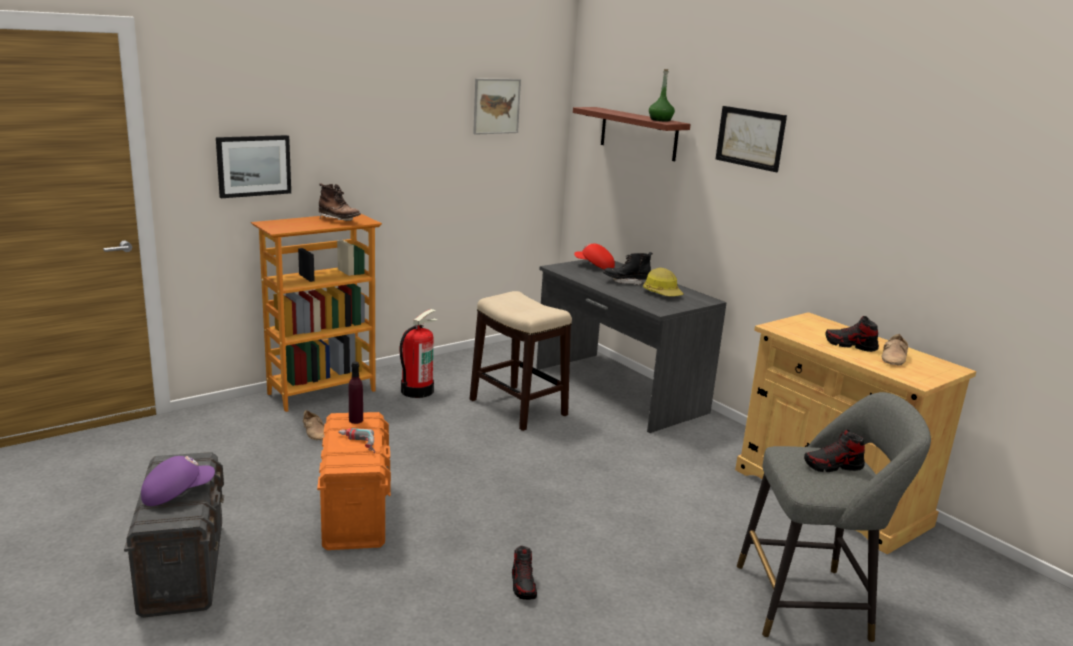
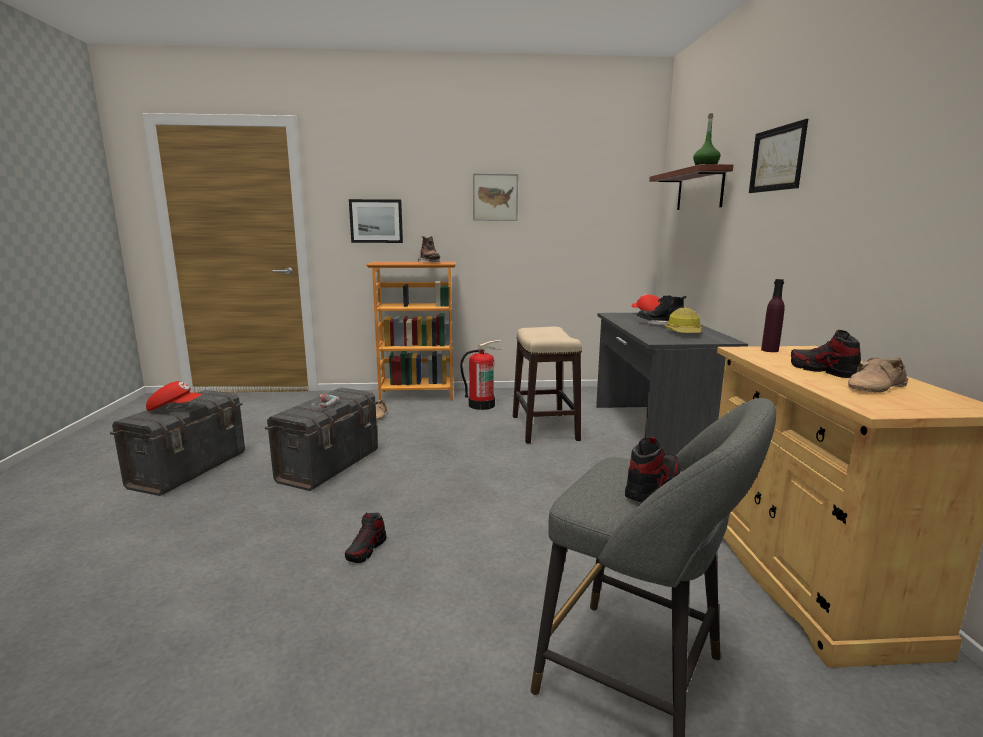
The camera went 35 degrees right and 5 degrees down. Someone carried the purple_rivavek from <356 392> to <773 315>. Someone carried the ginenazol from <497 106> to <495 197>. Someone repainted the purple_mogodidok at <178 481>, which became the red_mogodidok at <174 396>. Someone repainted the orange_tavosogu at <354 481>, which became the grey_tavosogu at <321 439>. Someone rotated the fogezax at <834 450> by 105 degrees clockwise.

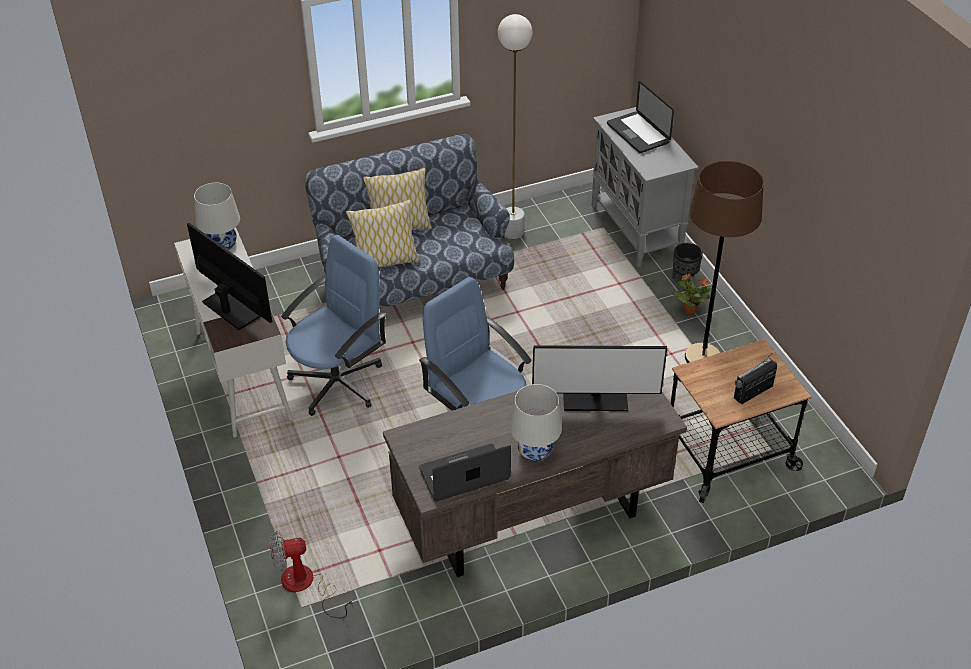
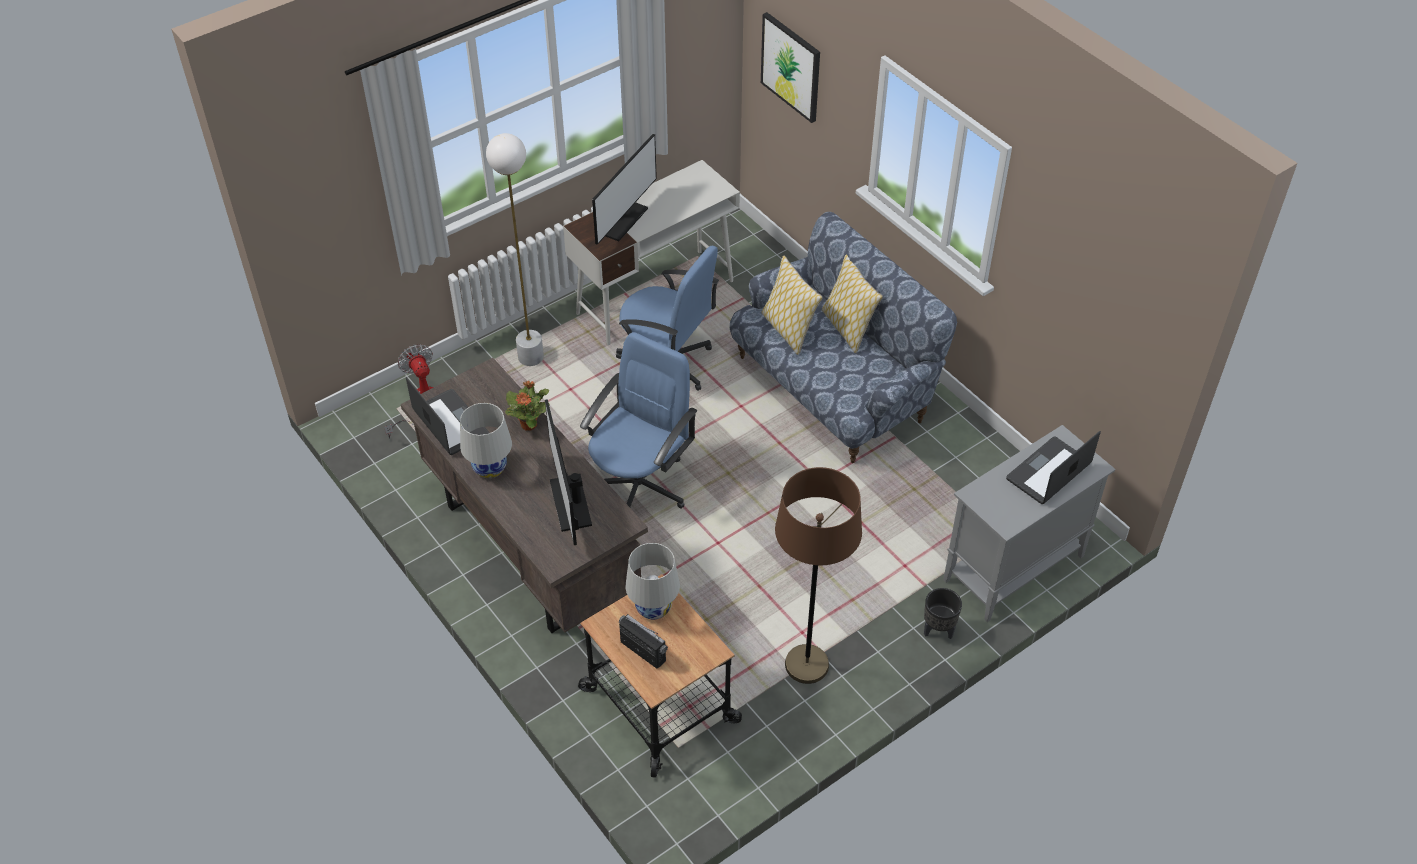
The camera went 75 degrees right and 5 degrees up. Someone put up the ginenazol at <790 67>. Someone carried the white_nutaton from <217 216> to <653 581>. Someone carried the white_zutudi from <515 126> to <515 249>. Someone carried the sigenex from <692 294> to <527 406>.

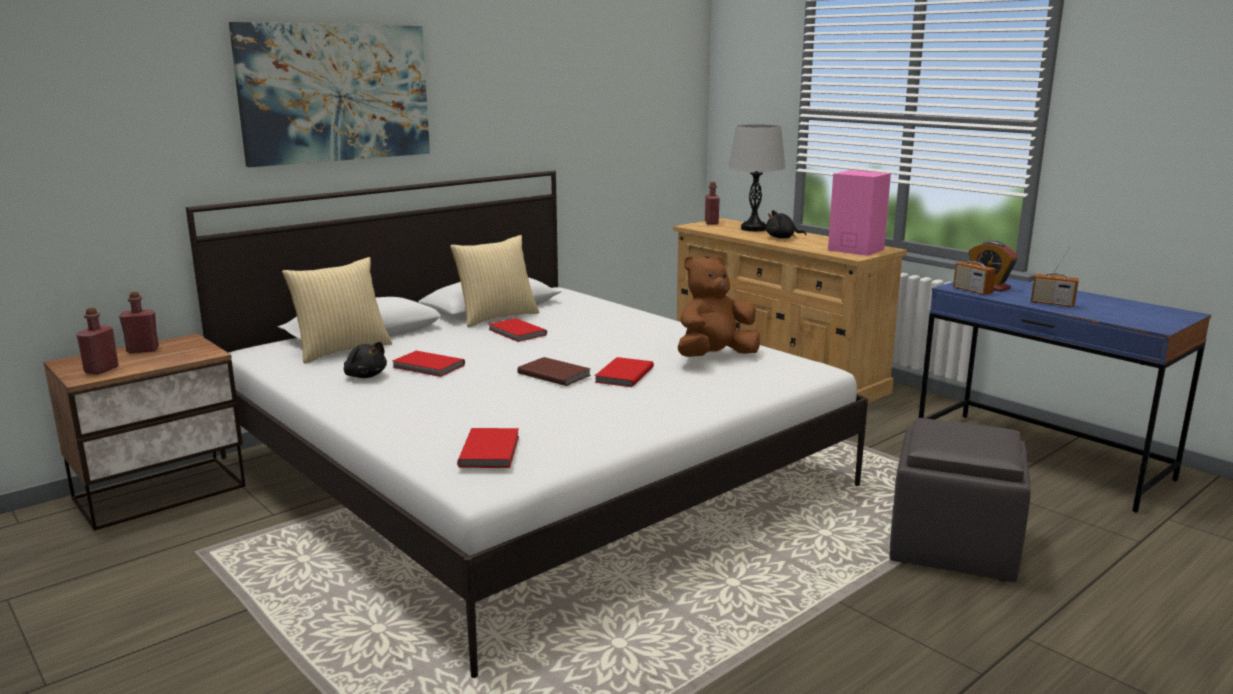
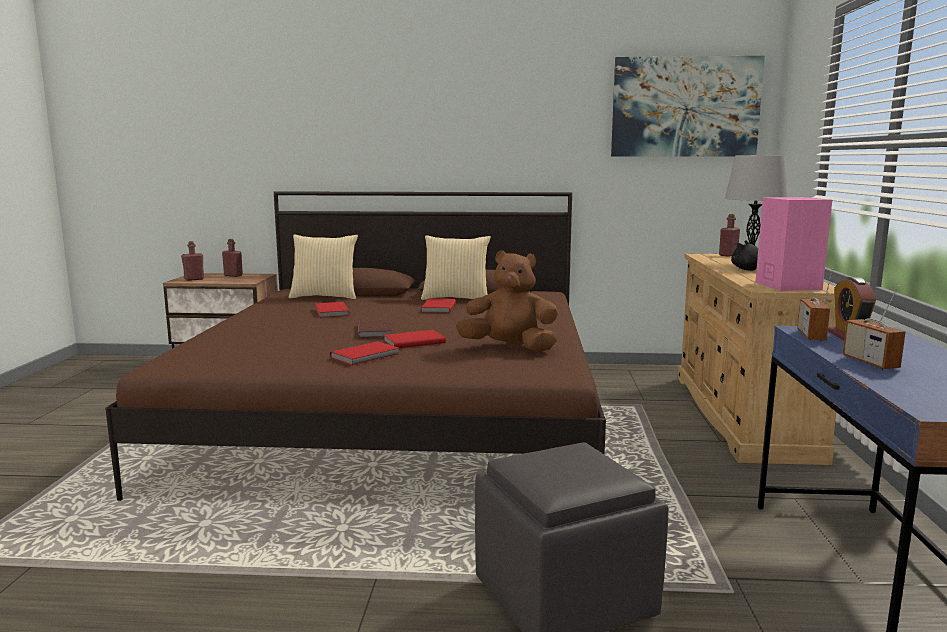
The camera went 45 degrees right and 5 degrees down. Someone took away the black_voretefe at <365 360>. Someone carried the ginenazol from <329 94> to <688 106>. Someone carried the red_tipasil from <488 448> to <364 353>. Someone repainted the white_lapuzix at <527 424>, which became the brown_lapuzix at <355 346>.

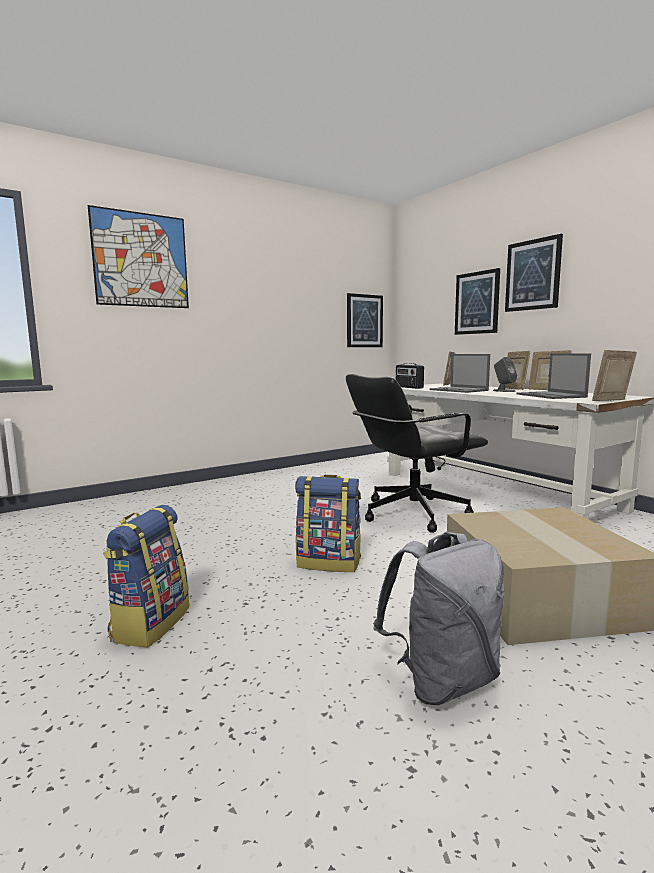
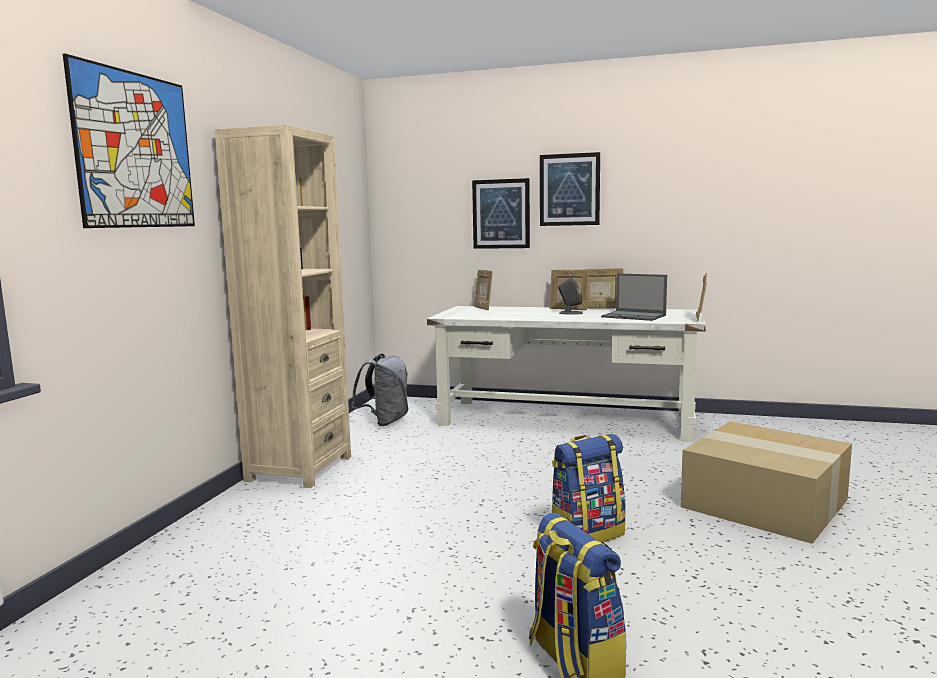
The camera went 40 degrees left and 0 degrees up. Someone took away the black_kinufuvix at <417 453>. Someone took away the ginenazol at <365 320>. Someone took away the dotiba at <410 376>. Someone took away the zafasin at <460 373>. Someone put down the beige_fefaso at <283 306>. Someone carried the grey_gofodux from <438 618> to <379 390>.

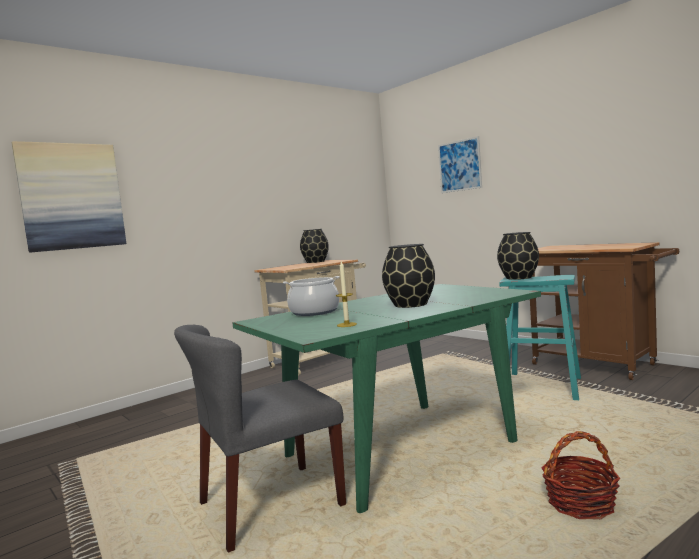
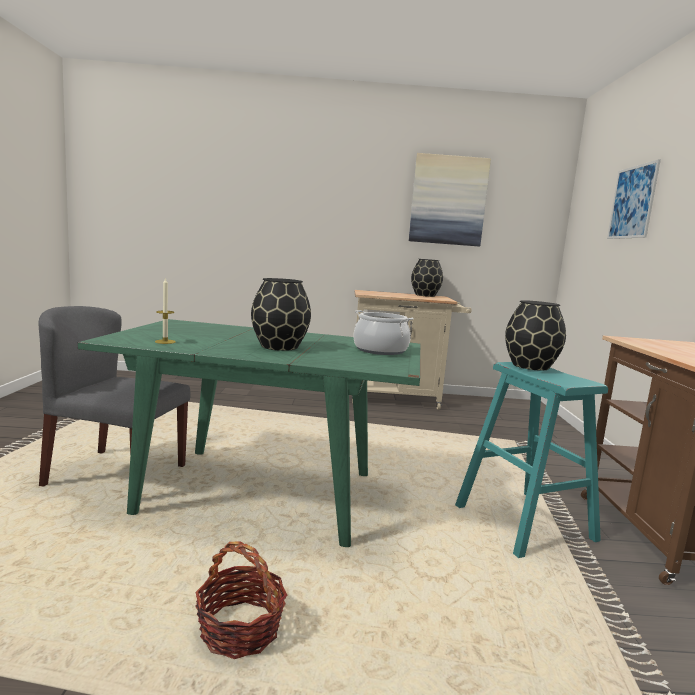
The camera went 40 degrees right and 5 degrees up. Someone carried the ginenazol from <69 197> to <450 199>. Someone carried the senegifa from <311 296> to <383 332>.

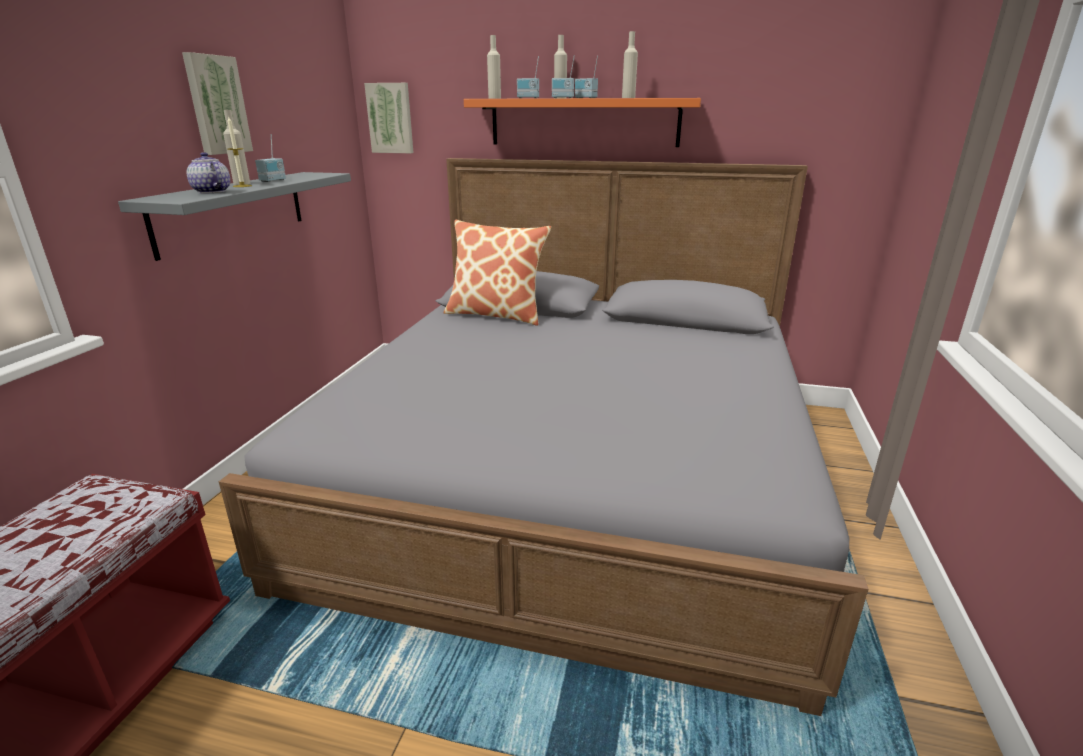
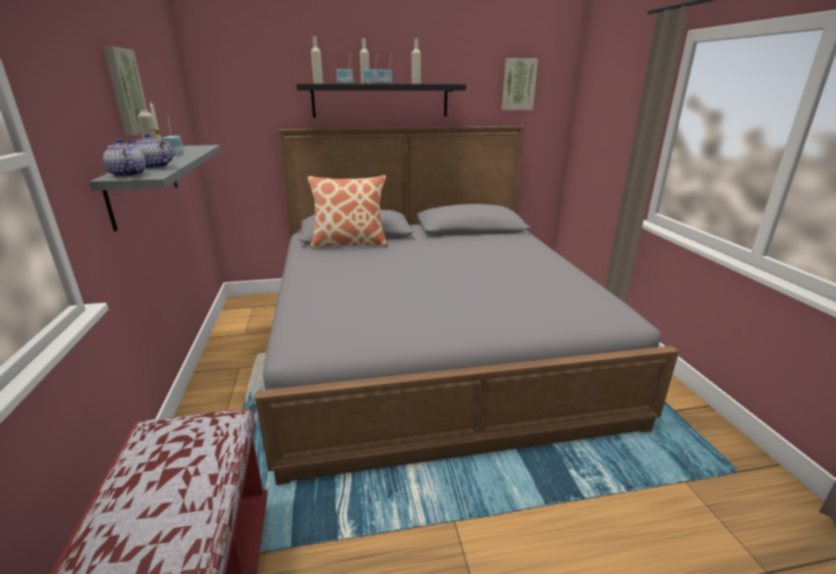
The camera went 25 degrees left and 0 degrees up. Someone put down the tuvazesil at <124 158>. Someone carried the ginenazol from <389 118> to <520 84>. Someone repainted the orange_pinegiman at <582 122>, which became the black_pinegiman at <381 101>.

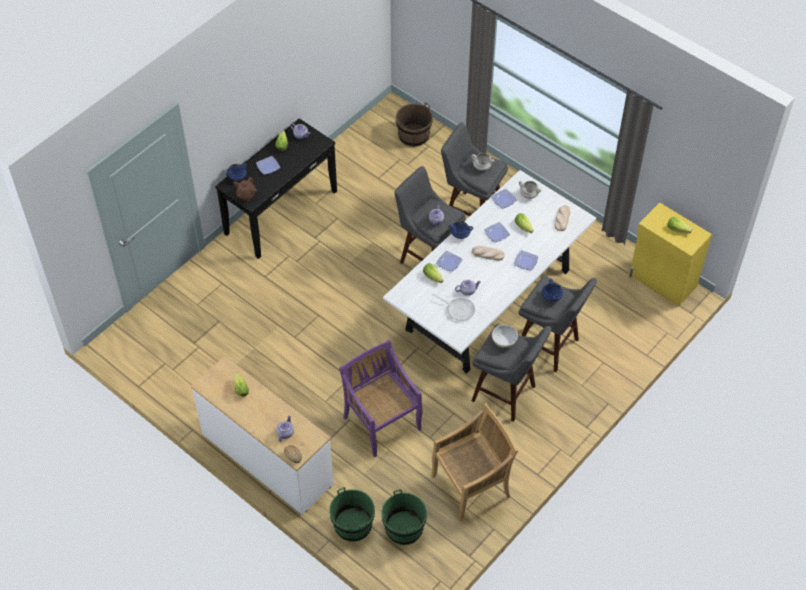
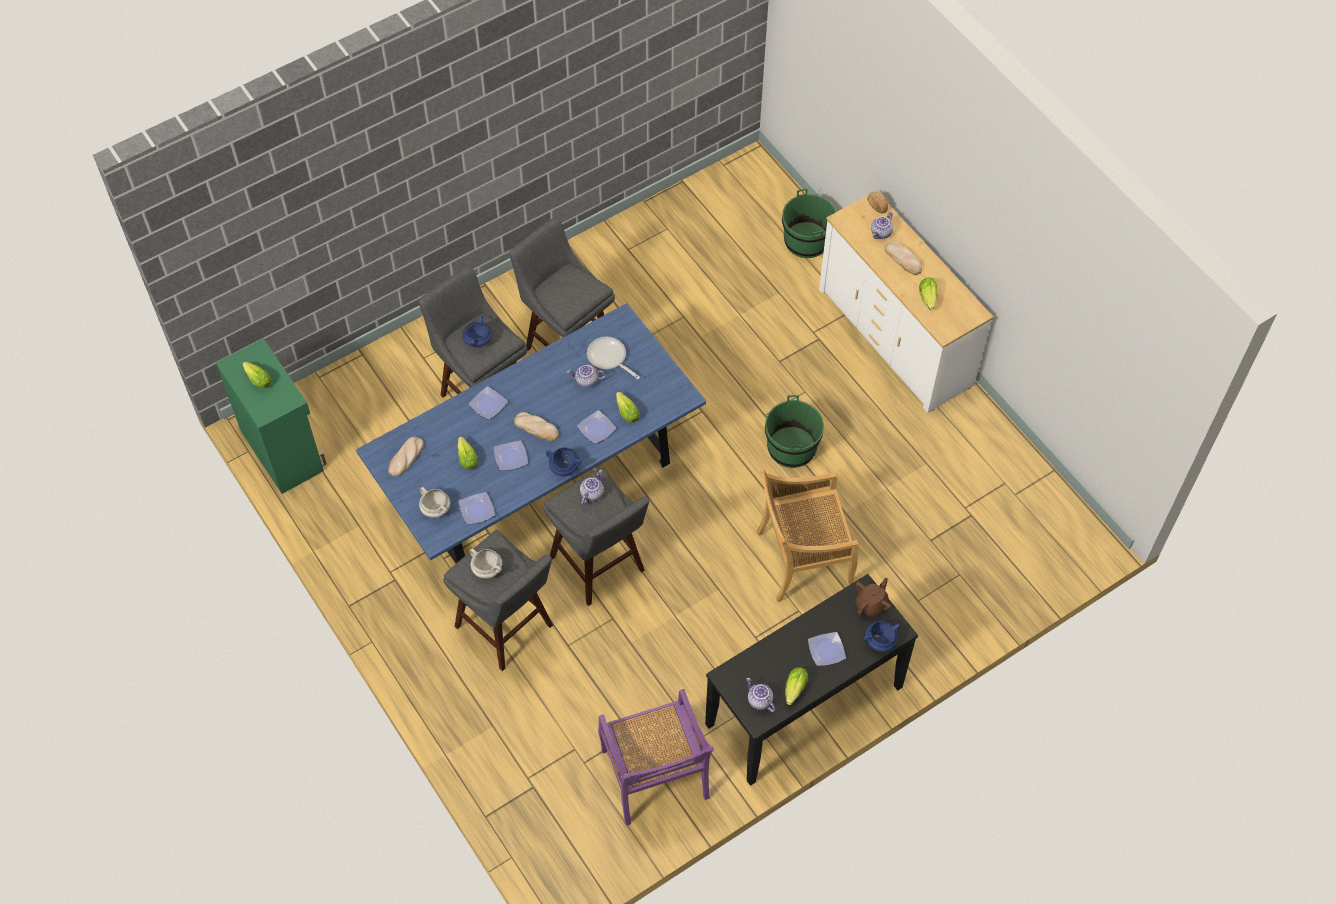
The camera went 165 degrees left and 5 degrees up. Someone took away the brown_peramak at <414 124>. Someone took away the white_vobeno at <505 336>. Someone put down the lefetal at <903 258>. Someone carried the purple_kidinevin from <381 398> to <656 757>. Someone carried the green_peramak from <404 517> to <794 431>. Someone carried the beige_kidinevin from <474 462> to <808 535>. Someone repainted the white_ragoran at <489 272>, which became the blue_ragoran at <531 433>. Someone repainted the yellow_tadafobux at <670 254>, which became the green_tadafobux at <271 416>.

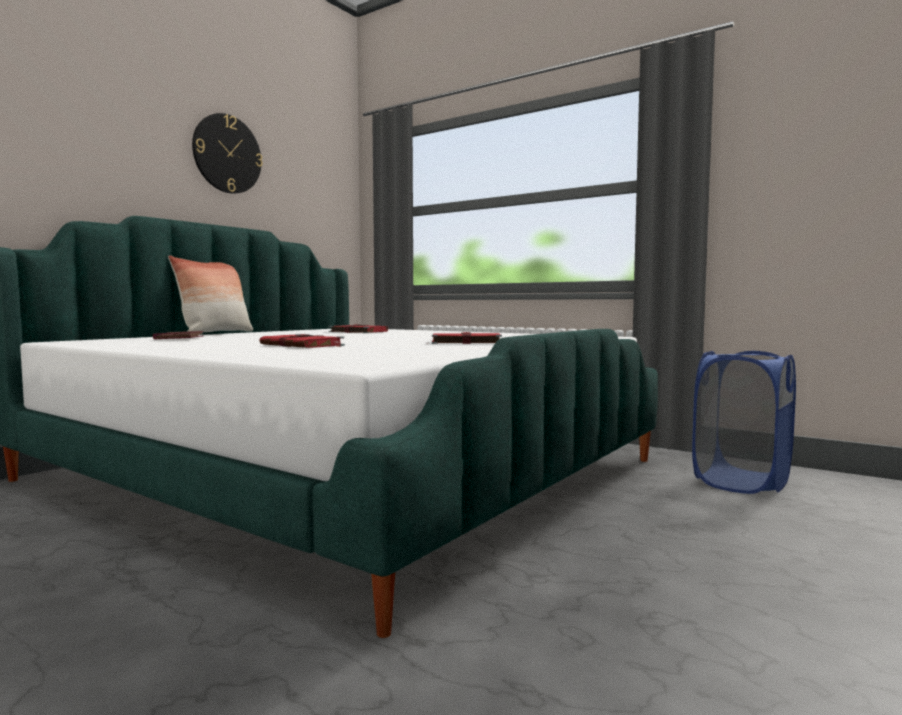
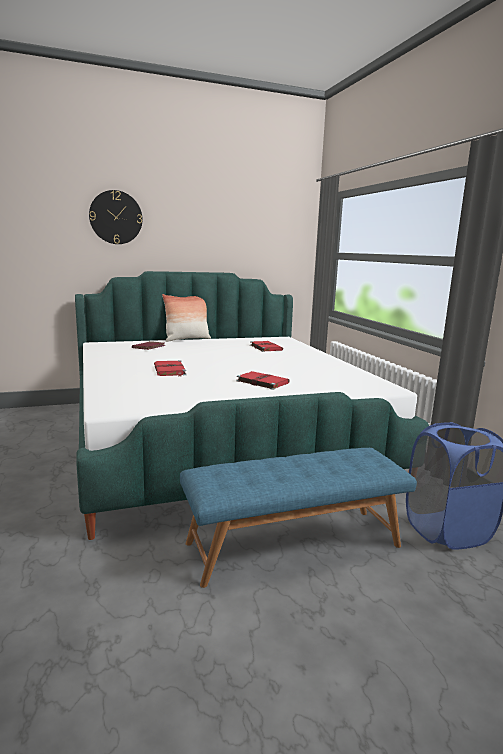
The camera went 35 degrees right and 10 degrees up. Someone put down the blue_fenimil at <298 518>. Someone carried the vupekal from <227 153> to <115 217>.

